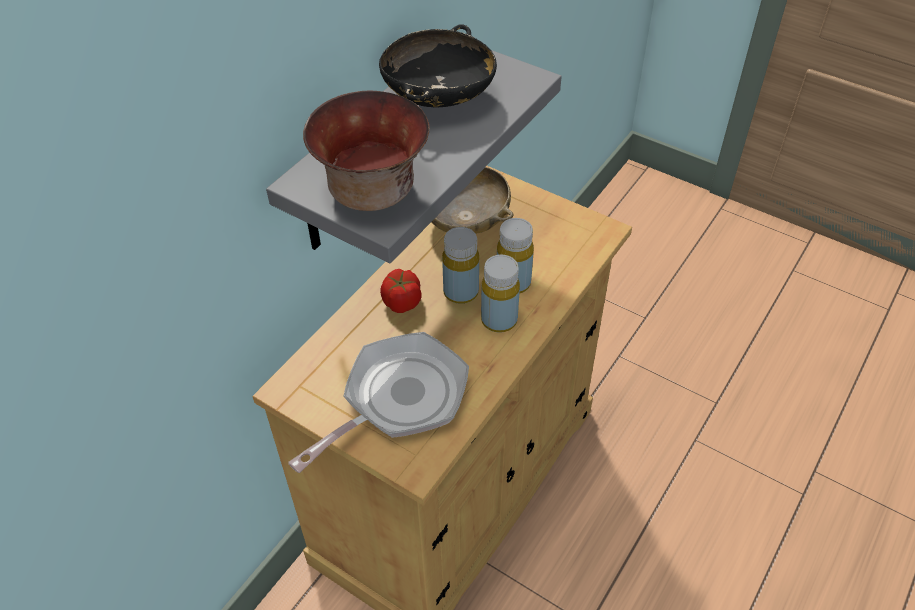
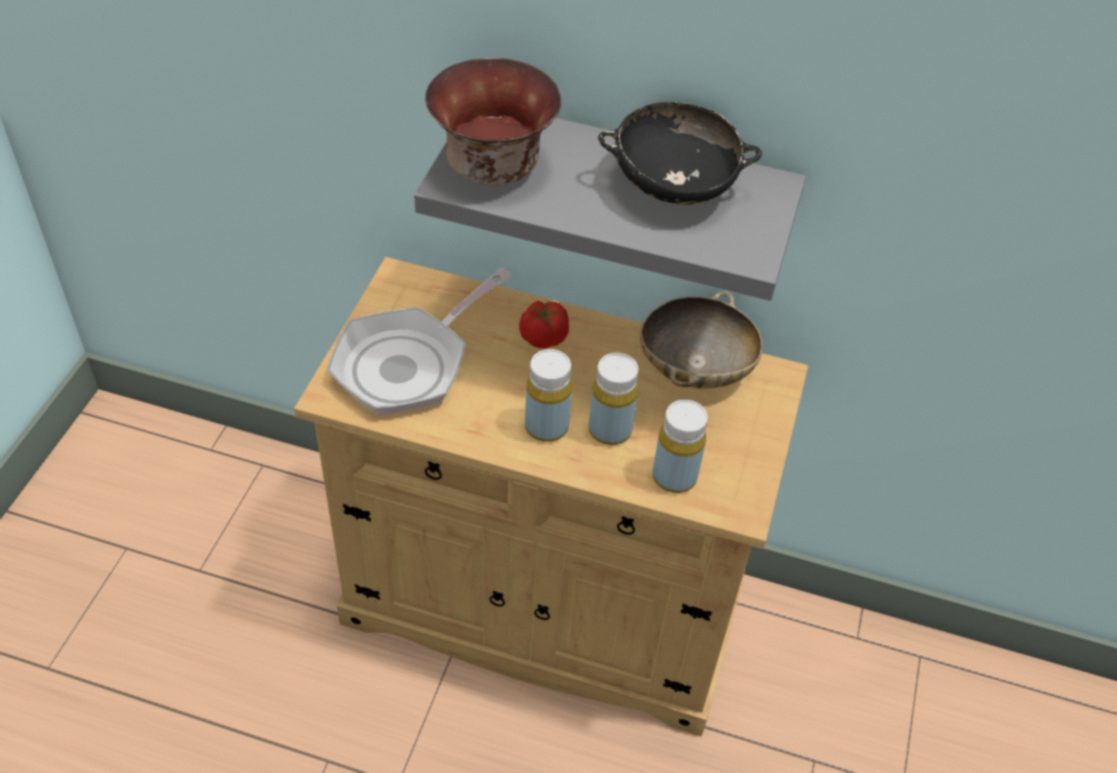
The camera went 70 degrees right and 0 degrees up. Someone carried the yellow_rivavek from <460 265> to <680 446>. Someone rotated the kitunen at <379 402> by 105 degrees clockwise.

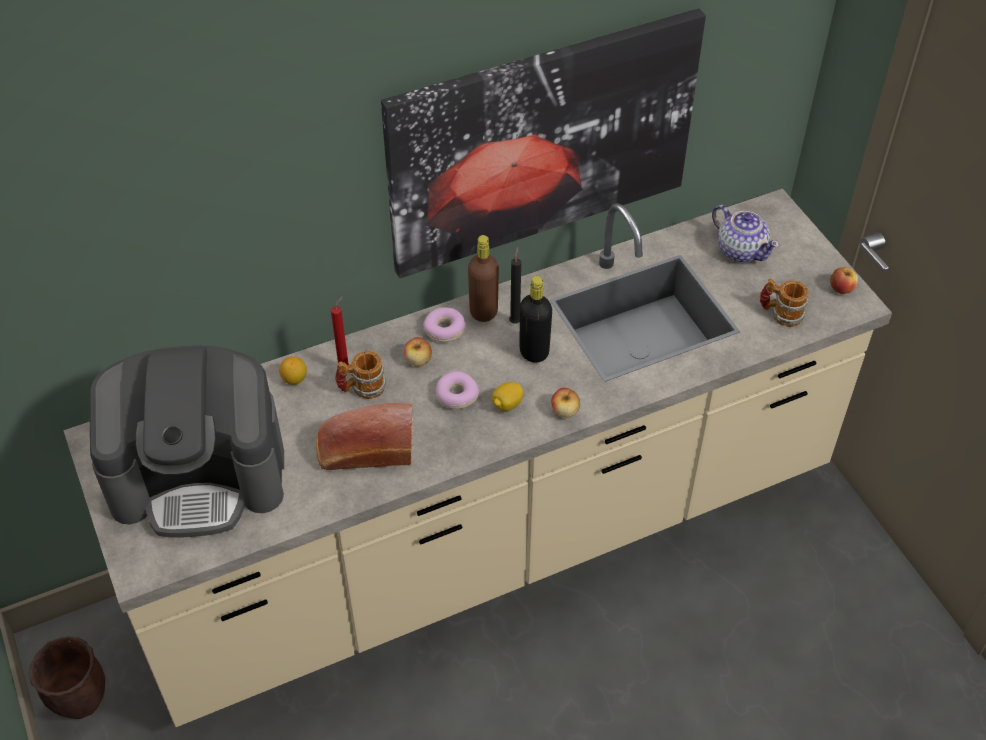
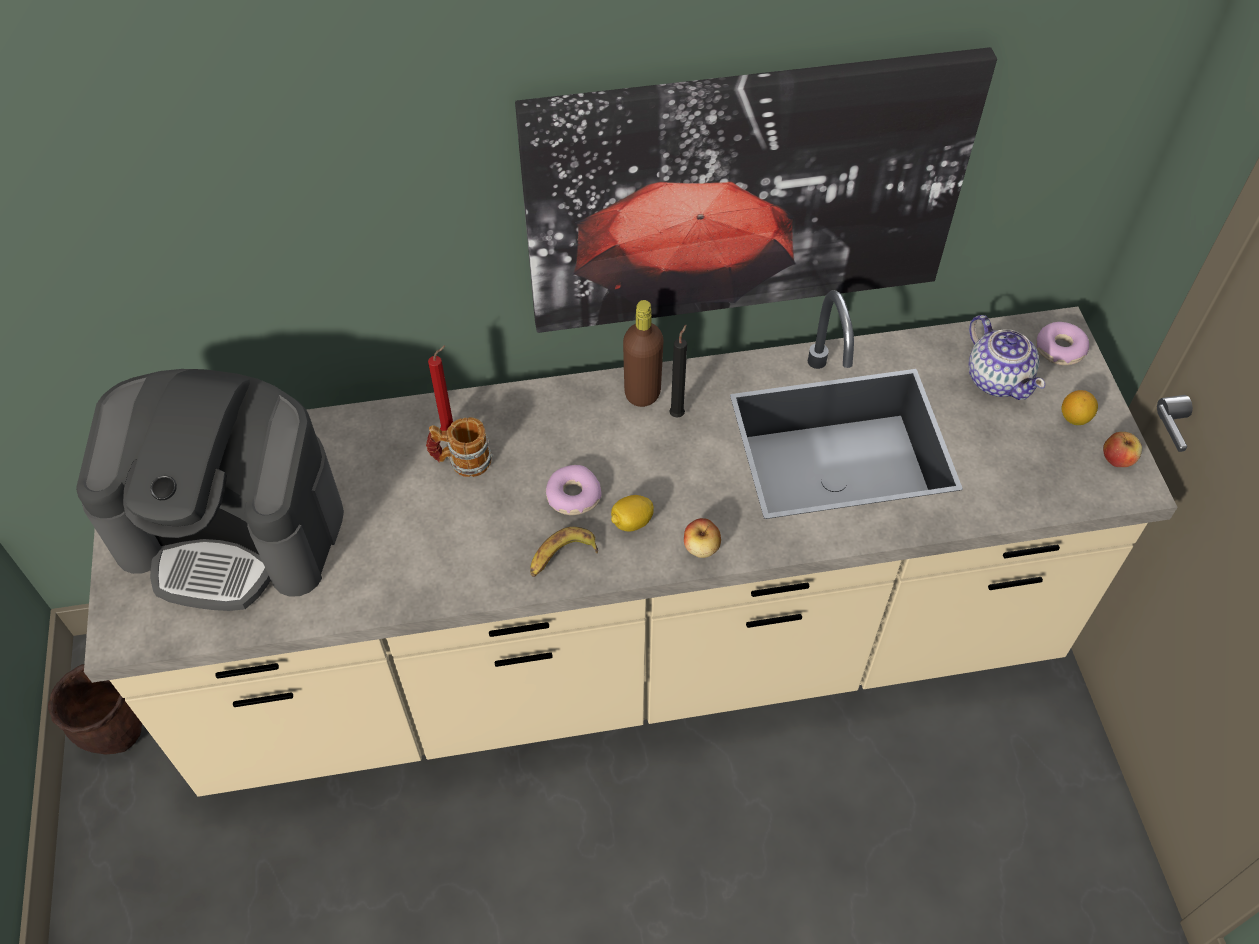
The camera went 15 degrees right and 5 degrees up. Someone took away the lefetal at <365 436>. Someone took away the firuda at <418 352>. Someone took away the black_rivavek at <536 319>. Someone took away the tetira at <784 303>. Someone put down the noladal at <564 552>. Someone carried the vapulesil from <293 370> to <1079 407>. Someone carried the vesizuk from <444 324> to <1062 343>.

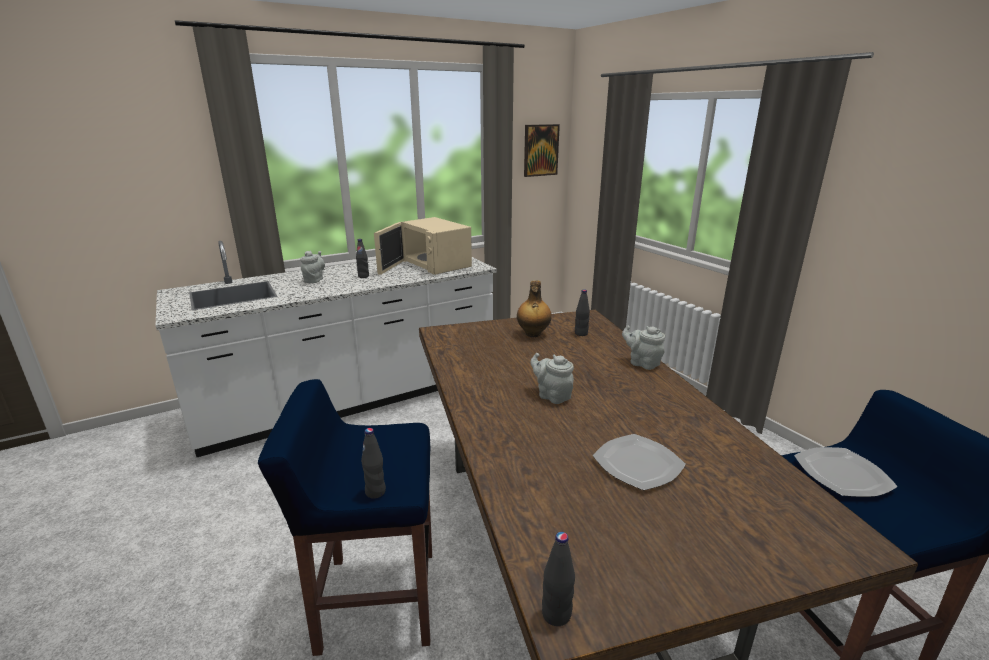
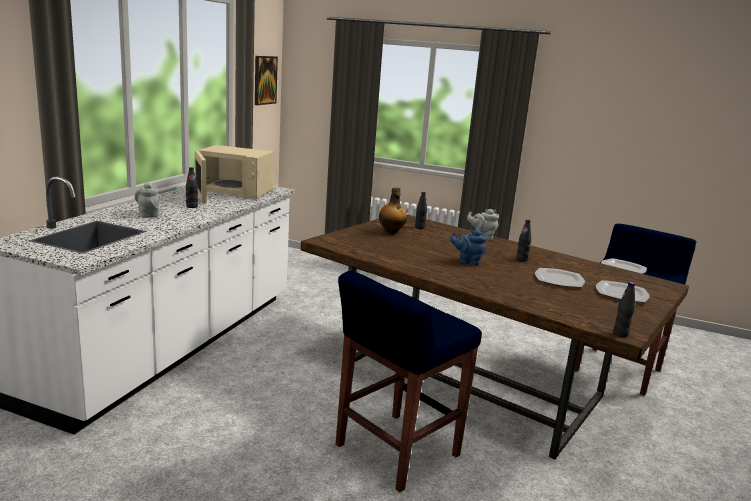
The camera went 40 degrees left and 5 degrees down. Someone put down the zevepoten at <623 291>. Someone carried the black_rivavek from <373 463> to <523 240>. Someone repainted the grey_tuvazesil at <552 378>, which became the blue_tuvazesil at <468 247>.

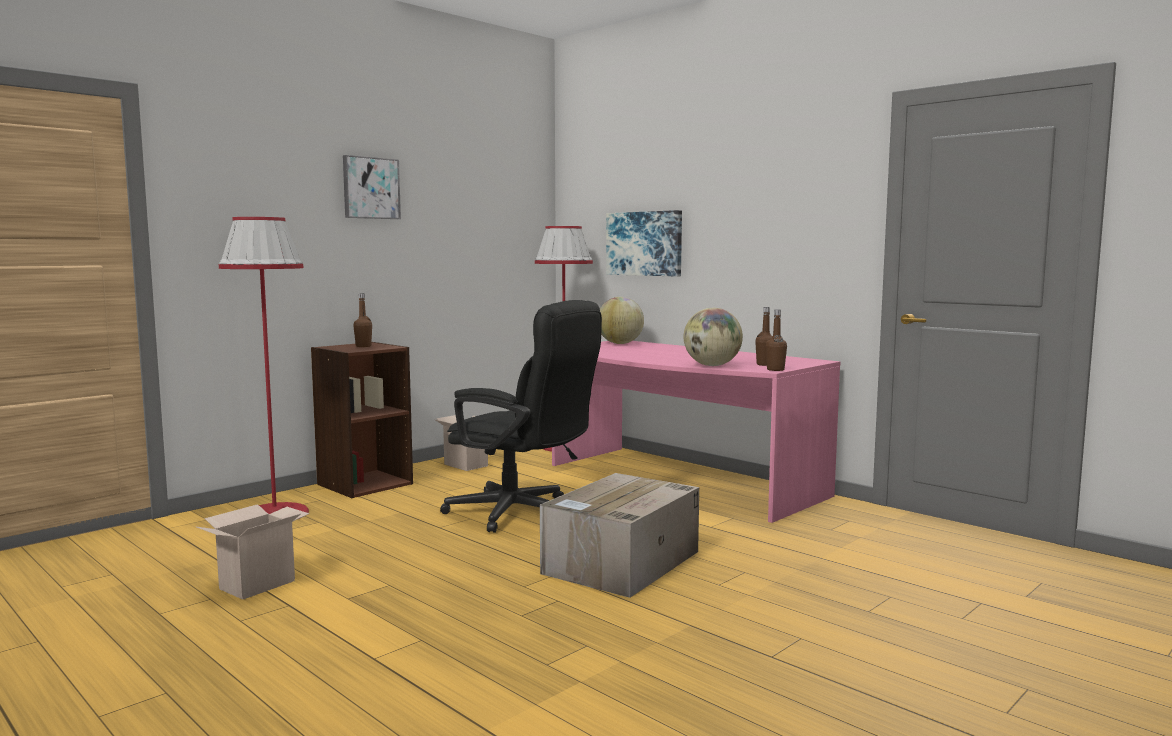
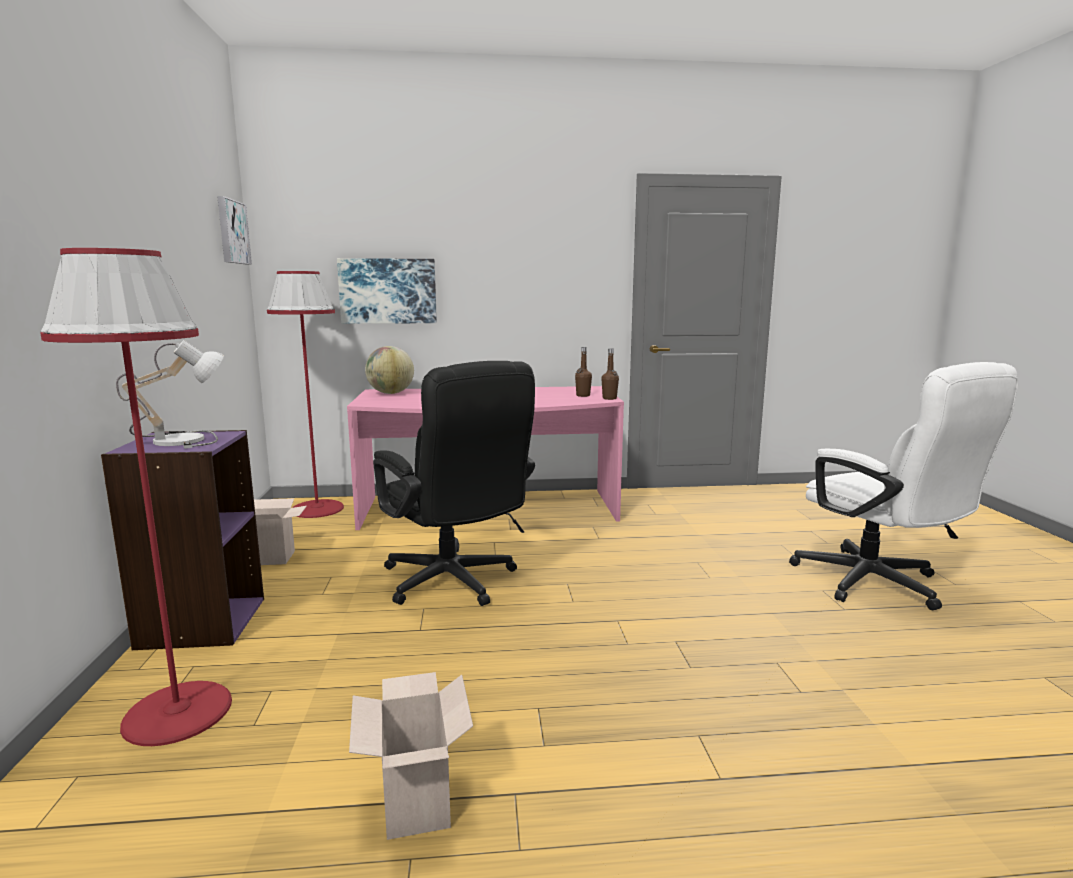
The camera went 50 degrees left and 5 degrees up. Someone took away the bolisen at <619 535>. Someone took away the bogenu at <713 337>. Someone put down the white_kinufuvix at <904 486>. Someone carried the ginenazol from <372 187> to <234 230>. Someone swapped the brown_rivavek at <362 320> for the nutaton at <170 394>. Someone repainted the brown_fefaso at <362 420>, which became the purple_fefaso at <182 540>. Someone rotated the black_kinufuvix at <521 416> by 75 degrees clockwise.

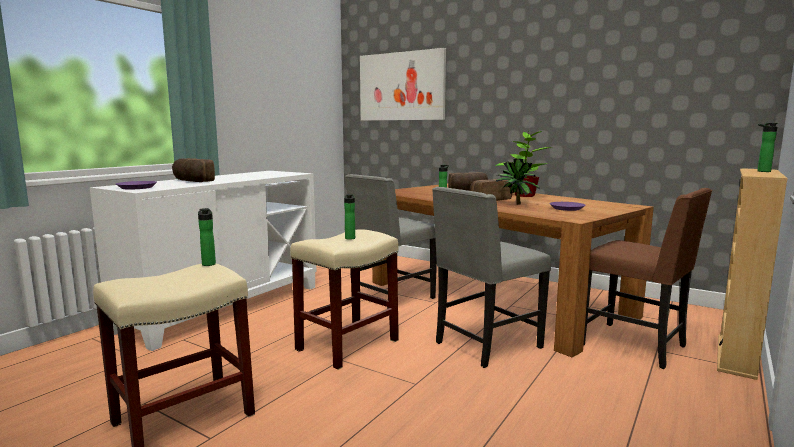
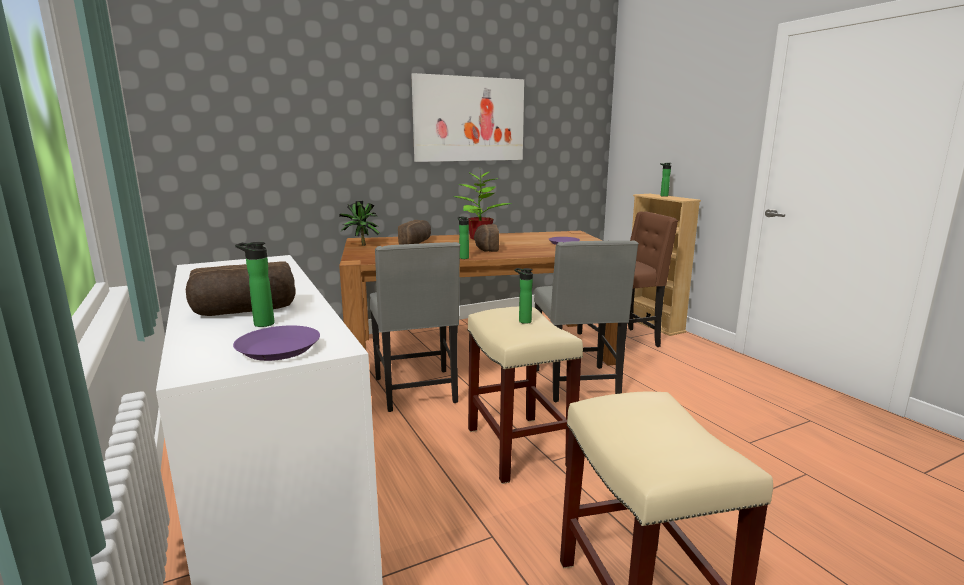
The camera went 60 degrees left and 5 degrees up. Someone carried the rivavek from <207 237> to <255 284>. Someone carried the ginenazol from <403 84> to <467 117>. Someone carried the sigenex from <518 182> to <359 223>.

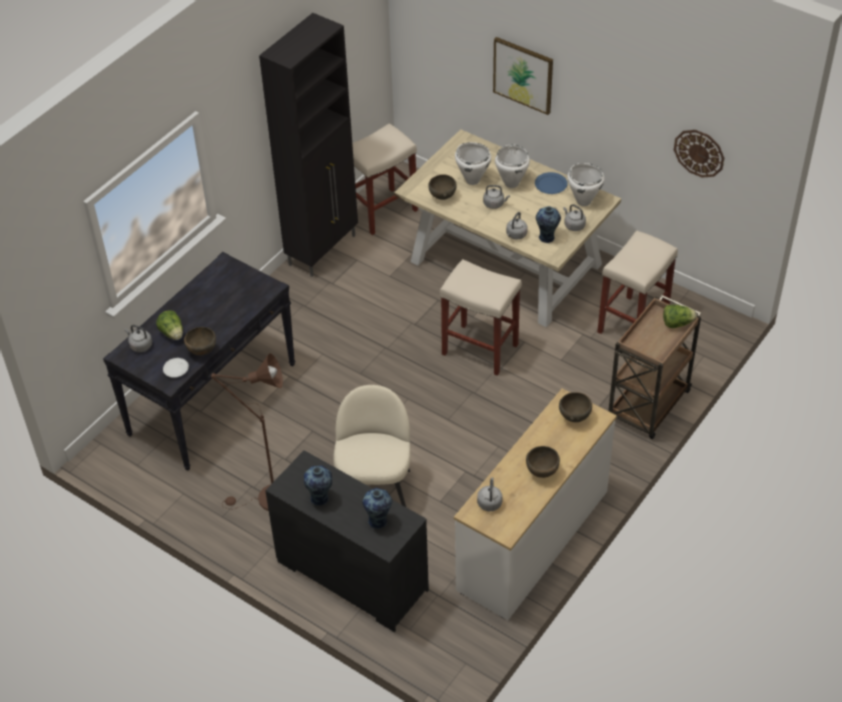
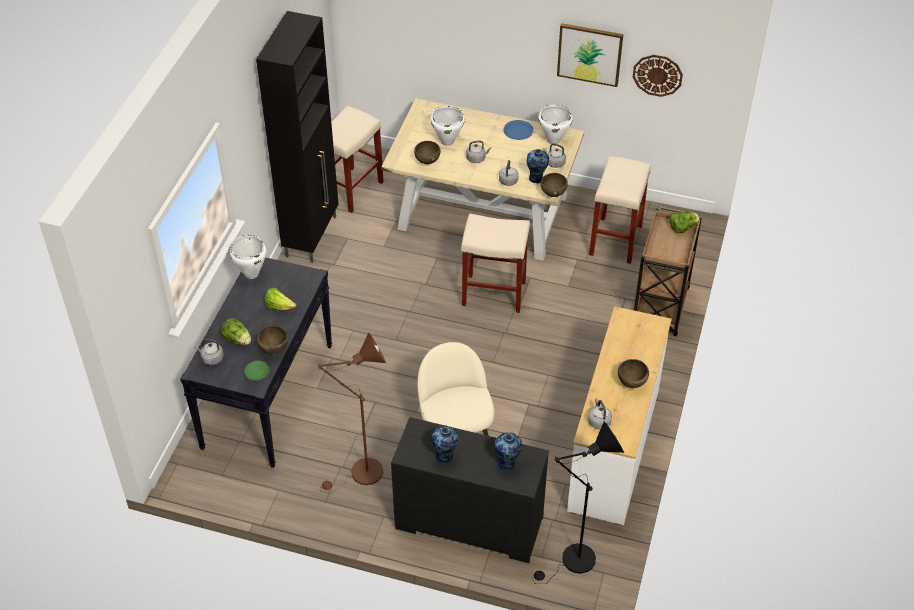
The camera went 20 degrees left and 0 degrees up. Someone put down the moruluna at <280 299>. Someone put down the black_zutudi at <578 501>. Someone carried the ginenazol from <523 76> to <590 55>. Someone carried the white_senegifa from <512 166> to <248 257>. Someone carried the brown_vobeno from <575 407> to <554 185>. Someone repainted the white_zevepoten at <176 367>, which became the green_zevepoten at <256 371>.

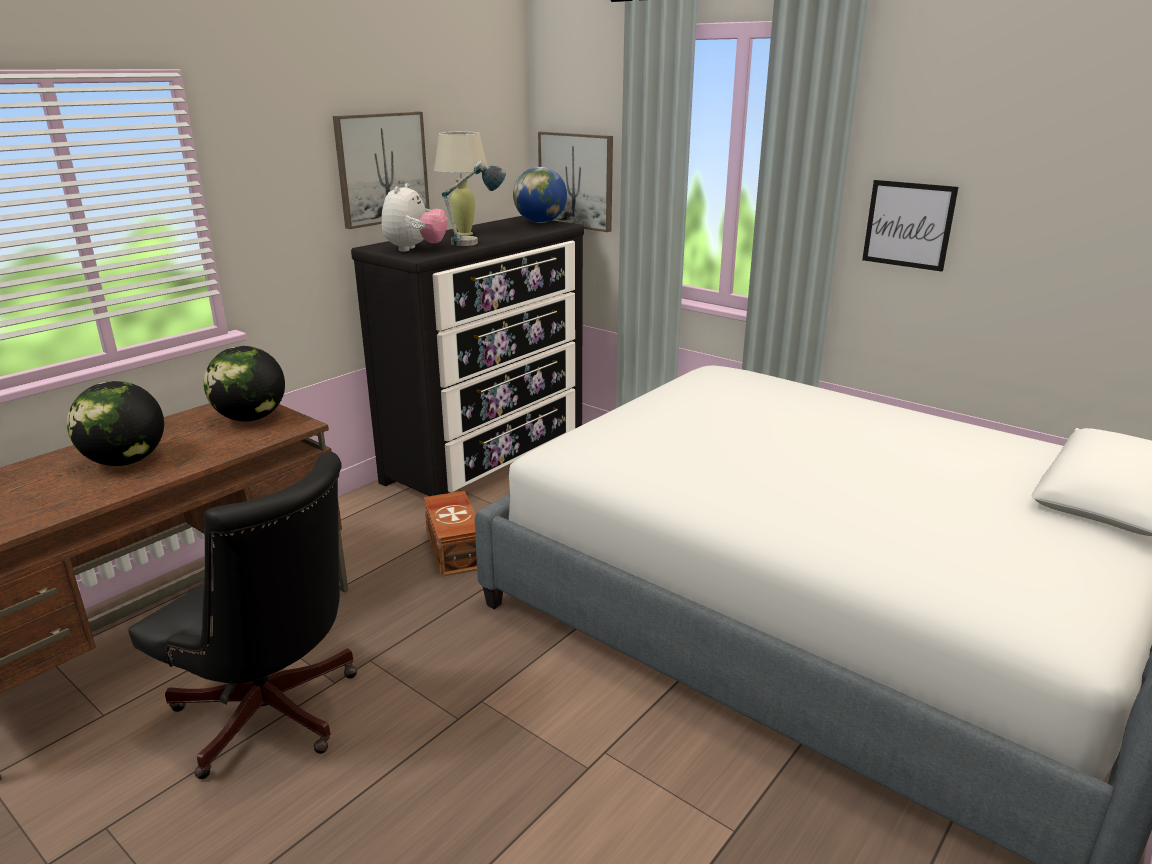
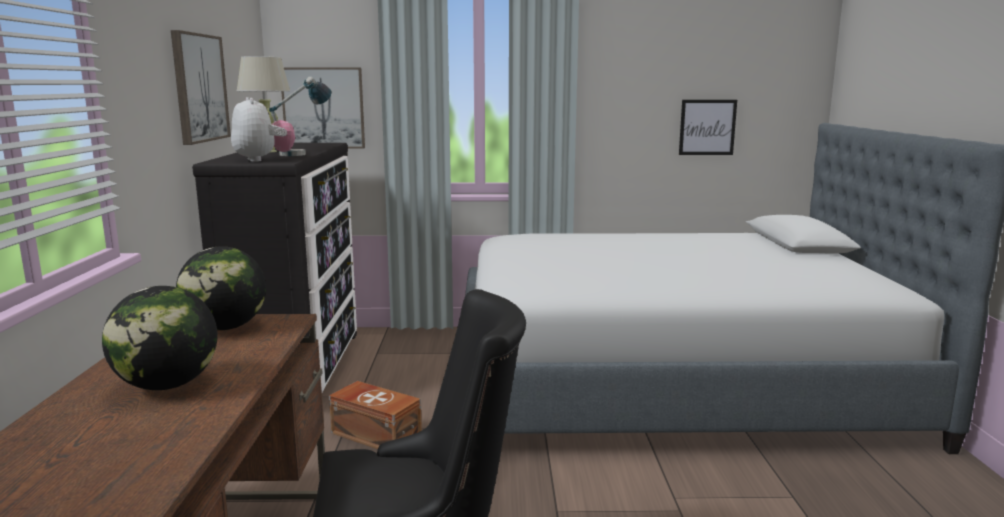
The camera went 40 degrees left and 10 degrees down. Someone took away the bogenu at <540 195>. Someone carried the ginenazol from <910 226> to <708 127>.

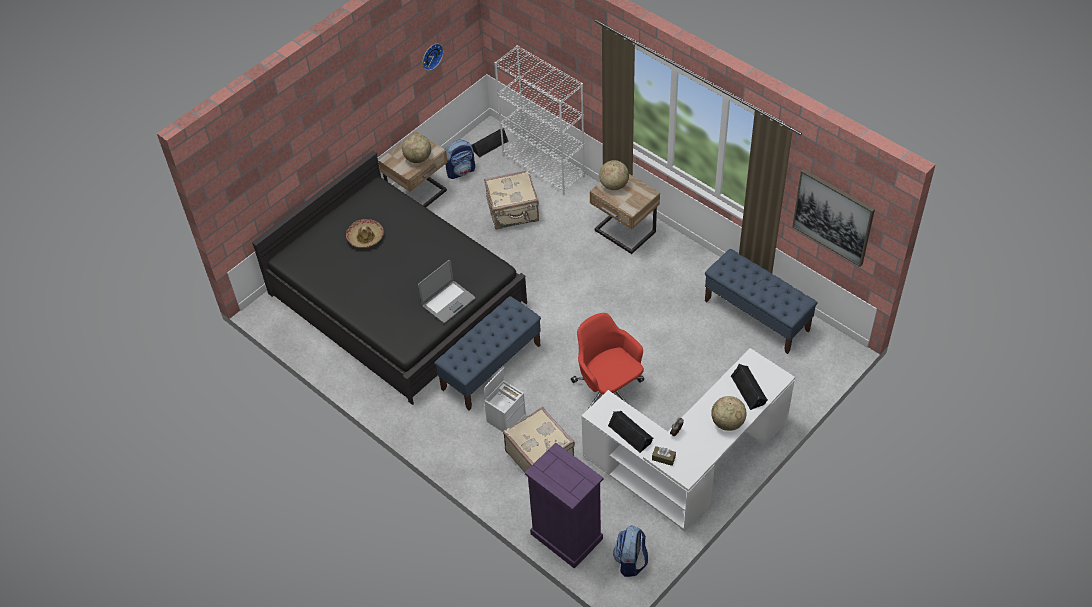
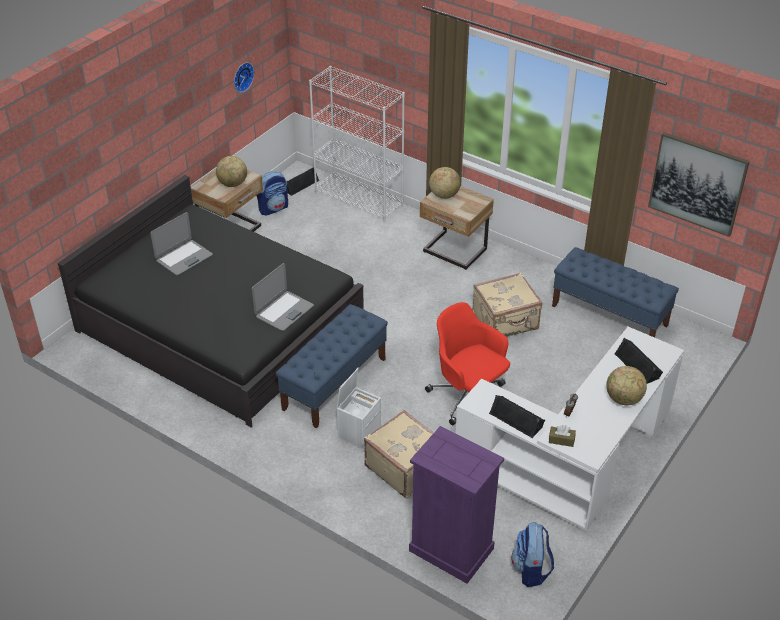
The camera went 10 degrees left and 10 degrees down. Someone carried the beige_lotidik from <511 200> to <507 304>. Someone swapped the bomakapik at <365 233> for the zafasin at <181 243>.

